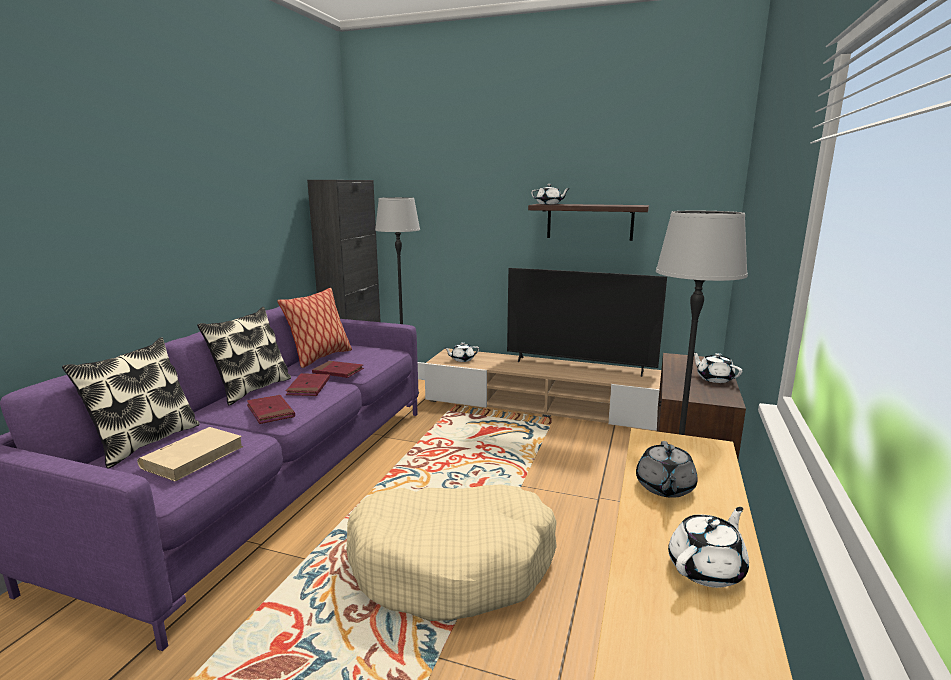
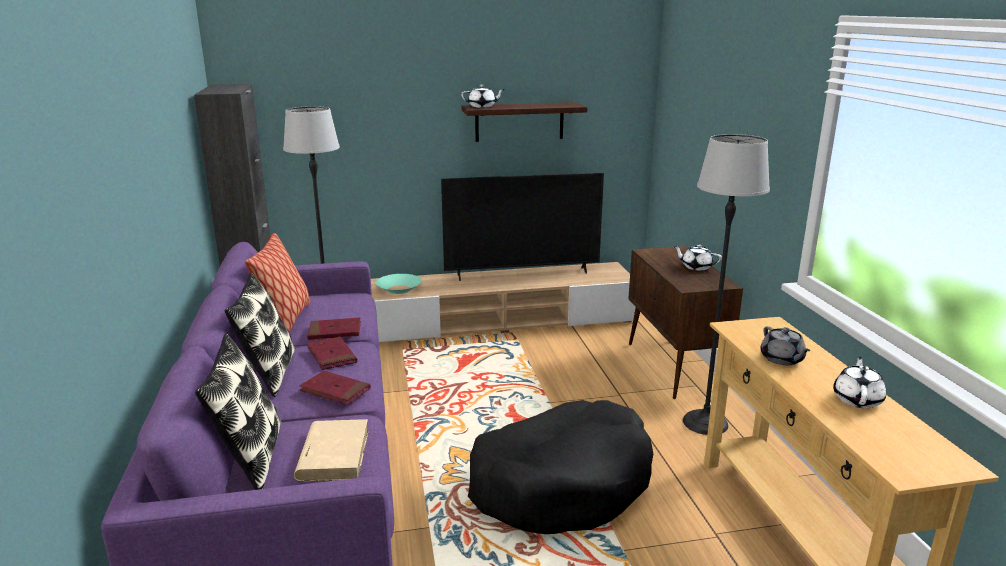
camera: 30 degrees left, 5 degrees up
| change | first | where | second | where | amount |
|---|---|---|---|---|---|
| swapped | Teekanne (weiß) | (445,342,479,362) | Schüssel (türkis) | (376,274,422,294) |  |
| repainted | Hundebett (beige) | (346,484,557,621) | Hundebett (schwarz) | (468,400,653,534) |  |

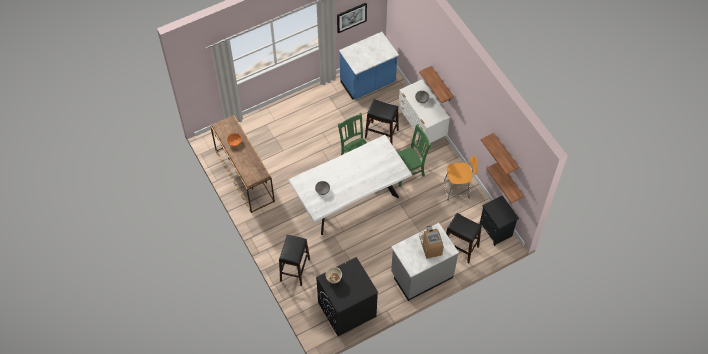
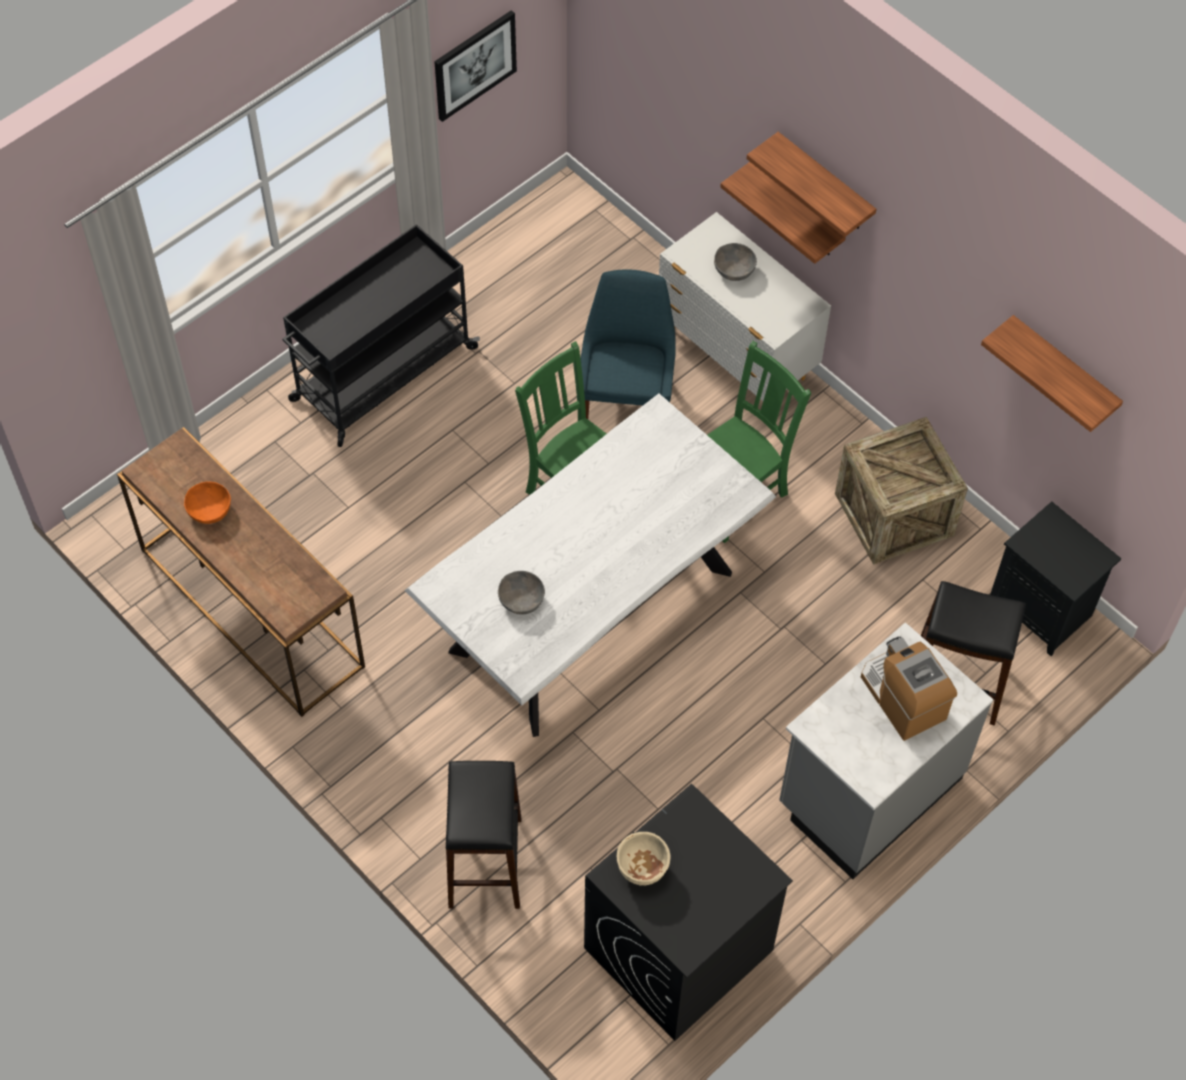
camera: 15 degrees left, 0 degrees up
| change | first | where | second | where | amount |
|---|---|---|---|---|---|
| gone | Küchenzeile (blau) | (339,32,399,100) |  |  |  |
| new |  |  | Rollwagen (schwarz) | (282,224,480,447) |  |
| shifted | Wandregal | (486,163,524,203) |  | (747,132,877,237) |  |
| swapped | Hocker (schwarz) | (365,99,399,144) | Stuhl (blau) | (581,269,676,419) |  |
| swapped | Hocker (orange) | (443,155,478,201) | Kiste | (835,417,968,565) |  |

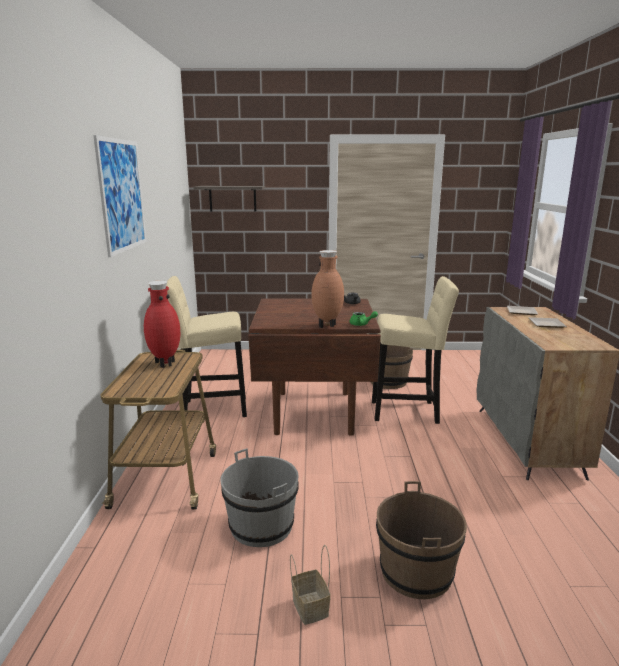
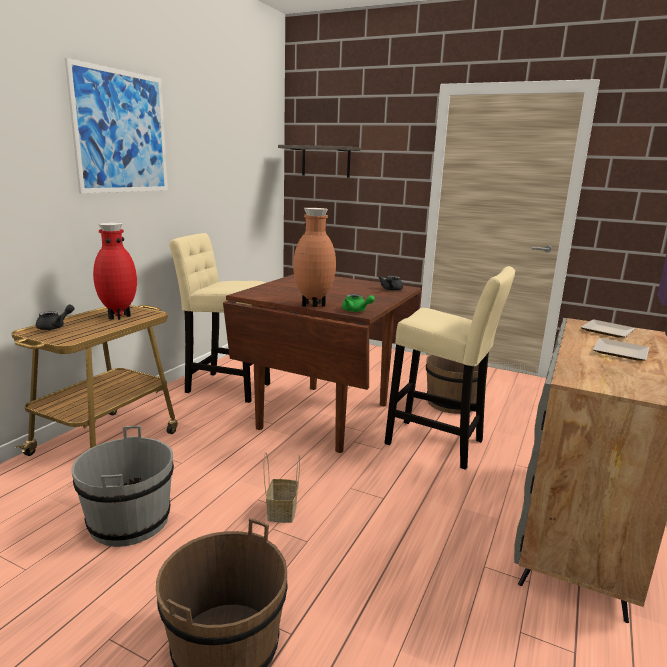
camera: 25 degrees right, 0 degrees up
| change | first | where | second | where | amount |
|---|---|---|---|---|---|
| new |  |  | Teekanne (schwarz) | (36,304,75,330) |  |
| shifted | Korb | (290,545,331,625) |  | (264,452,300,523) |  |

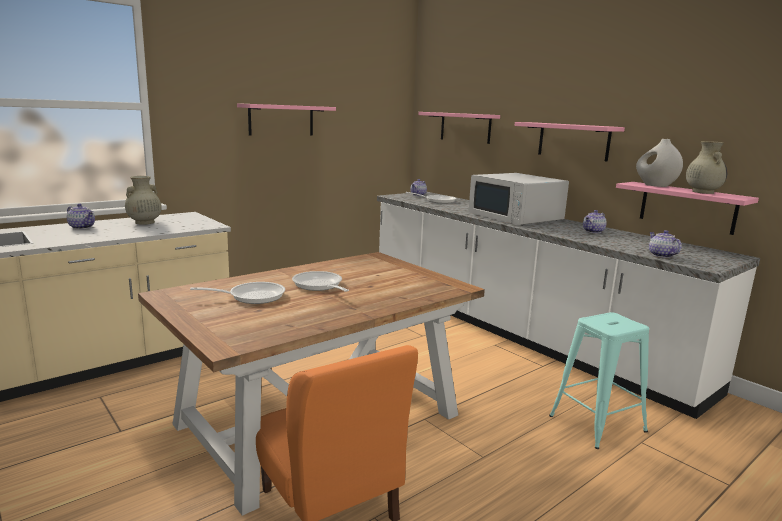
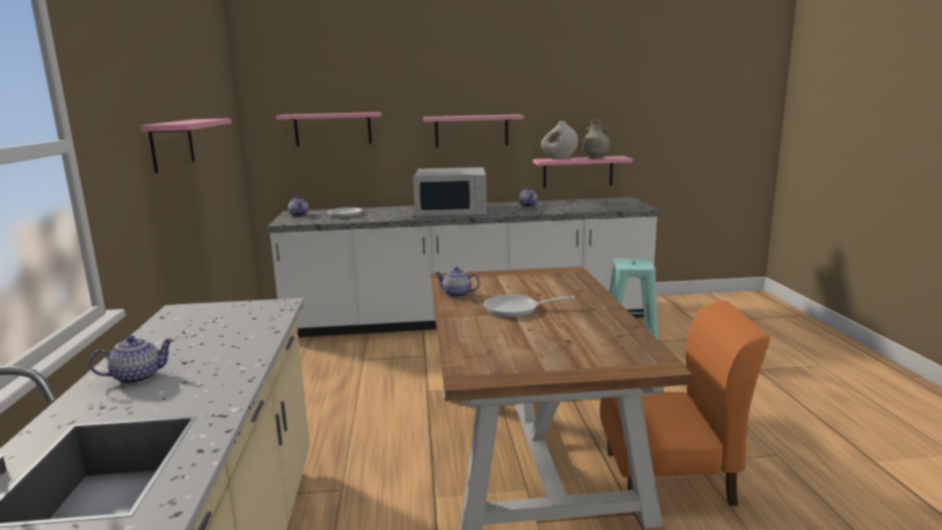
camera: 55 degrees left, 0 degrees up
| change | first | where | second | where | amount |
|---|---|---|---|---|---|
| gone | Vase (beige) | (125,176,162,225) |  |  |  |
| gone | Pfanne | (190,282,285,304) |  |  |  |
| shifted | Teekanne | (649,230,681,258) |  | (435,267,480,298) |  |

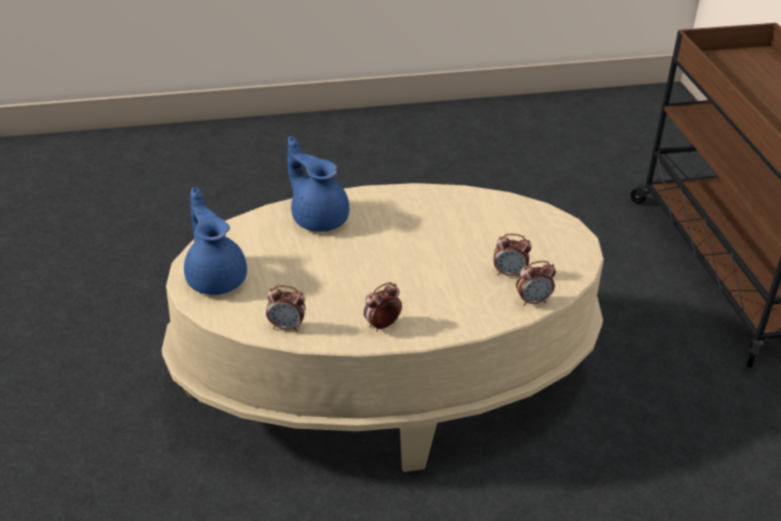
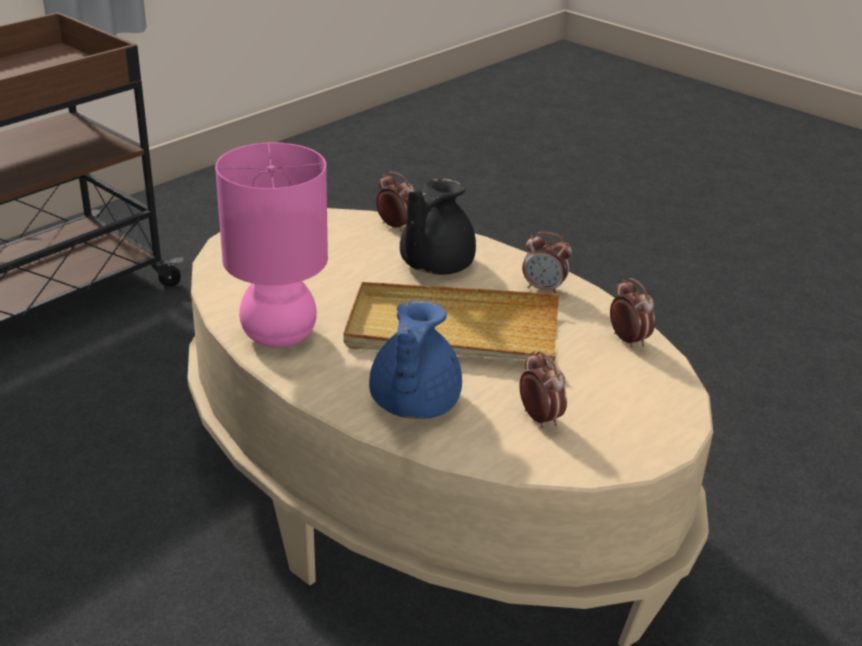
camera: 125 degrees left, 5 degrees down
| change | first | where | second | where | amount |
|---|---|---|---|---|---|
| gone | Teekanne (blau) | (184,187,247,295) |  |  |  |
| new |  |  | Tischlampe (rosa) | (215,143,328,348) |  |
| new |  |  | Tablett (beige) | (344,282,559,361) |  |
| new |  |  | Teekanne (schwarz) | (400,178,476,275) |  |
| shifted | Wecker | (493,234,532,276) |  | (519,351,567,428) |  |

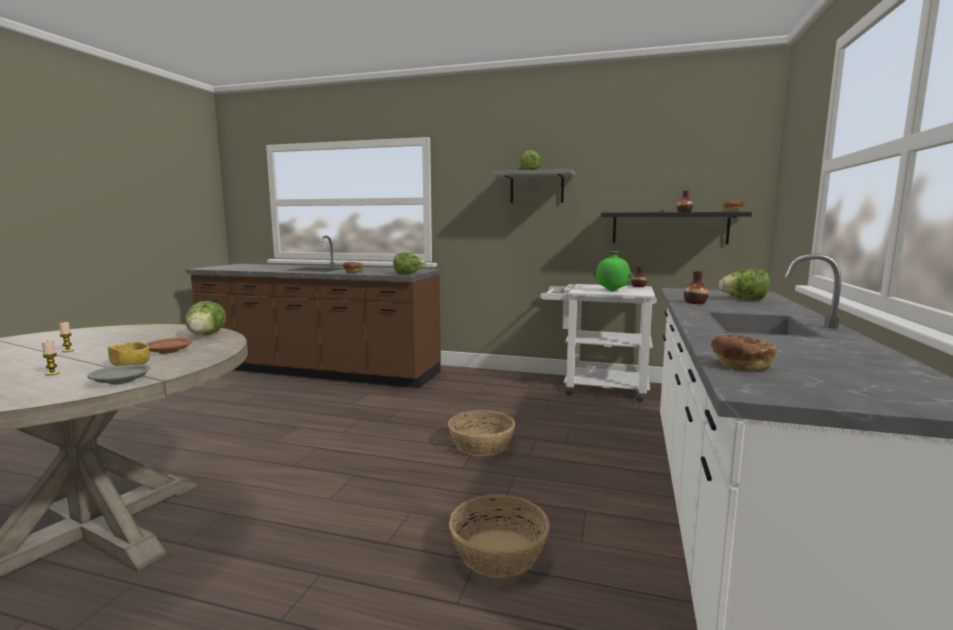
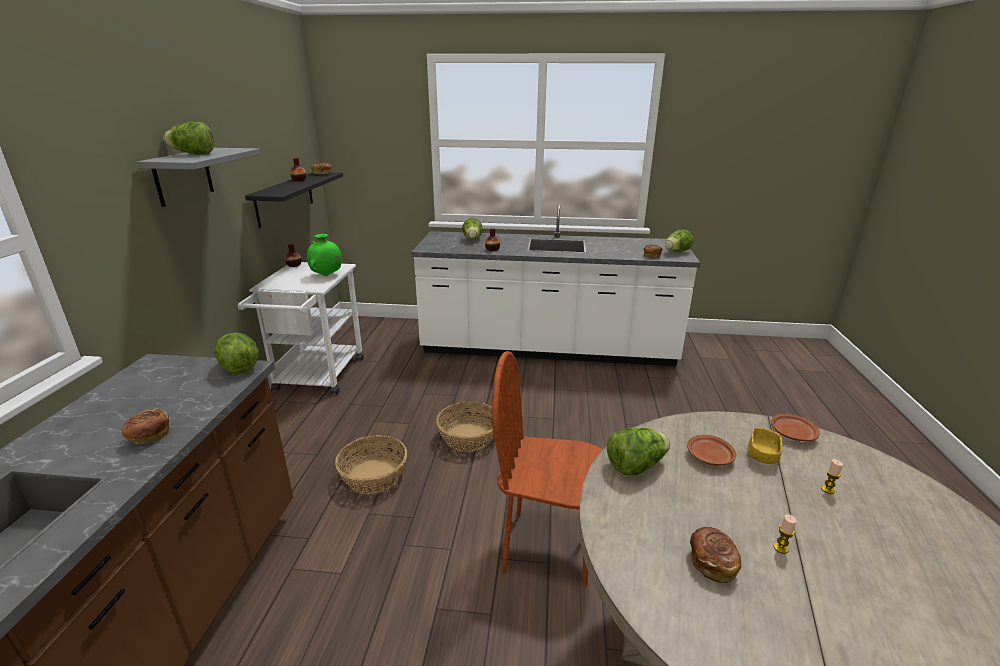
camera: 100 degrees left, 15 degrees up
| change | first | where | second | where | amount |
|---|---|---|---|---|---|
| new |  |  | Stuhl (braun) | (492,351,603,587) |  |
| new |  |  | Salatkopf | (665,229,693,252) |  |
| new |  |  | Brot | (690,527,741,583) |  |
| shifted | Korb | (449,494,550,578) |  | (335,435,407,494) |  |
| repainted | Teller (grau) | (87,365,150,385) | Teller (braun) | (771,414,820,441) |  |

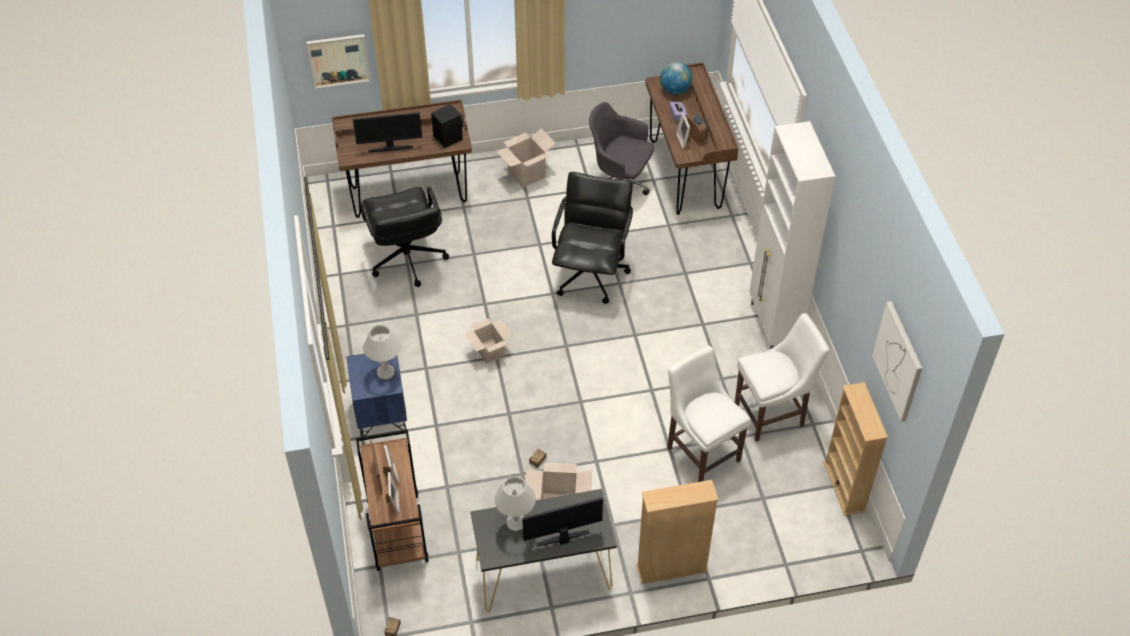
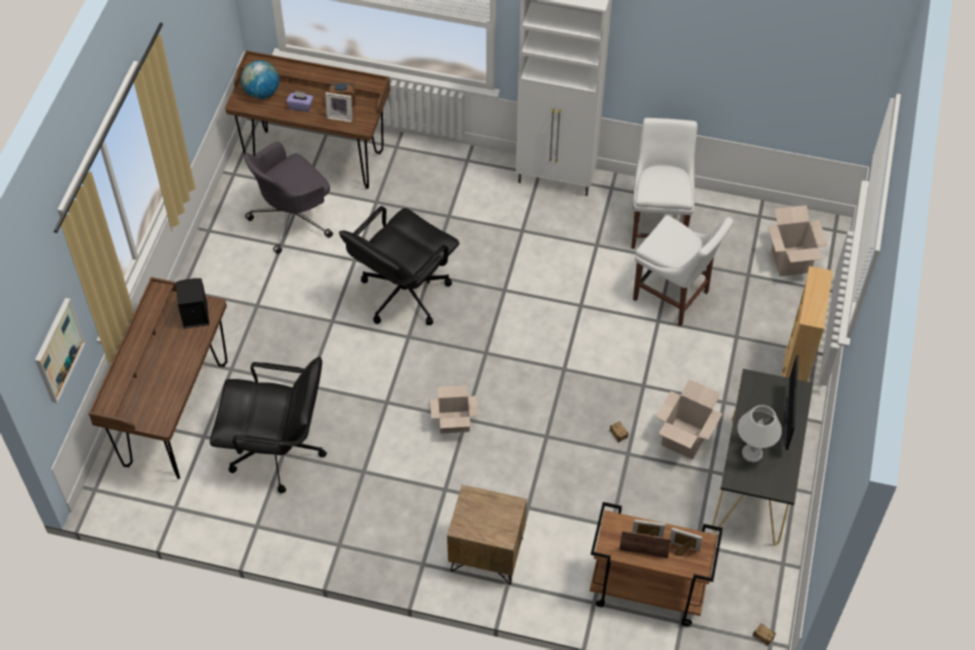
camera: 65 degrees left, 5 degrees up
| change | first | where | second | where | amount |
|---|---|---|---|---|---|
| gone | Monitor | (353,112,422,153) |  |  |  |
| gone | Tischlampe (weiß) | (363,325,401,380) |  |  |  |
| gone | Bücherregal (beige) | (824,382,888,516) |  |  |  |
| gone | Bild | (872,301,922,422) |  |  |  |
| shifted | Karton | (496,128,556,188) |  | (768,205,828,276) |  |
| repainted | Nachttisch (blau) | (347,354,407,437) | Nachttisch (braun) | (447,485,527,585) |  |
| rotated | Bürostuhl (schwarz) | (552,172,633,304) |  | (339,206,459,325) | 90 degrees counterclockwise |
| rotated | Stuhl (weiß) | (667,346,751,482) |  | (633,215,733,326) | 135 degrees counterclockwise |

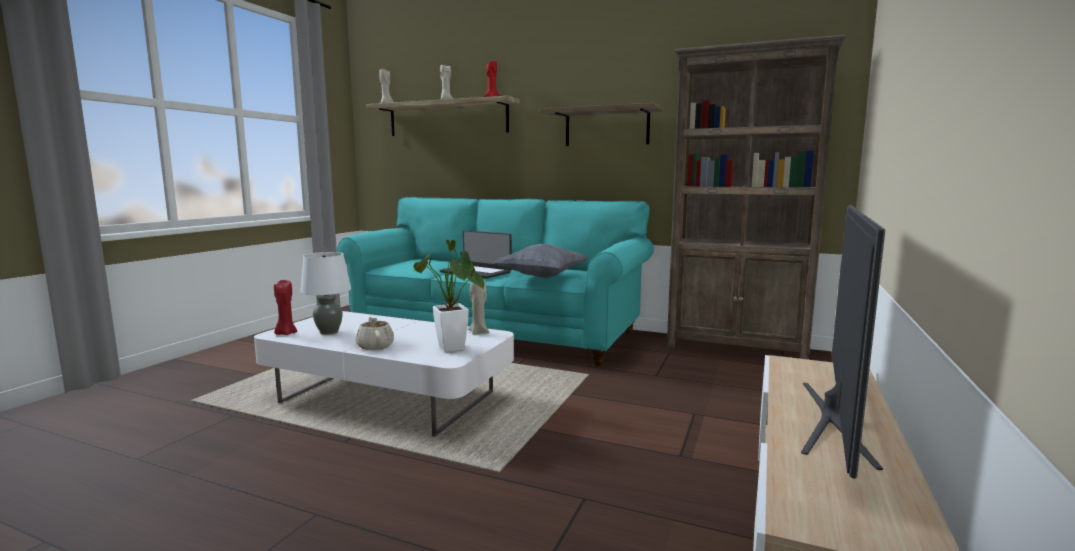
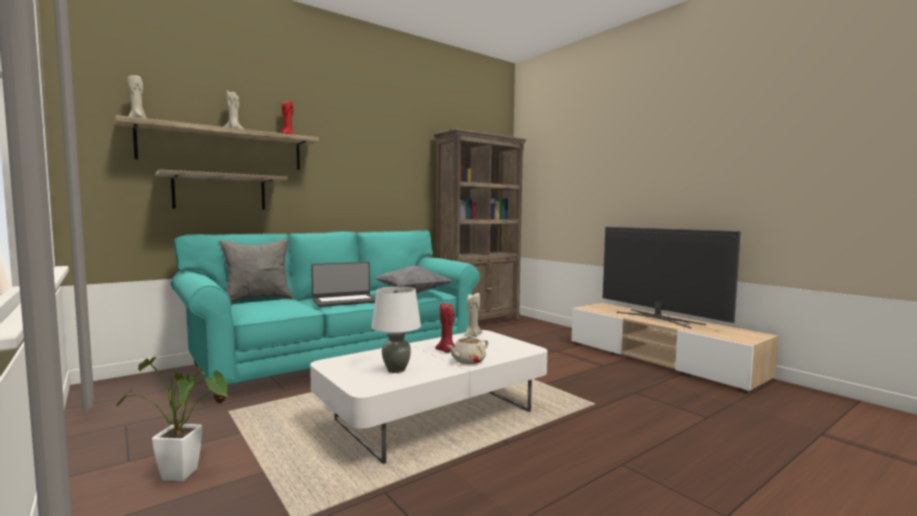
camera: 60 degrees left, 5 degrees down
| change | first | where | second | where | amount |
|---|---|---|---|---|---|
| new |  |  | Kissen (grau) | (219,239,293,303) |  |
| shifted | Kerze (rot) | (274,280,297,335) |  | (435,303,455,353) |  |
| shifted | Topfpflanze | (413,240,485,352) |  | (116,357,230,481) |  |
| shifted | Wandregal | (540,103,664,146) |  | (155,169,288,210) |  |
| rotated | Teekanne (beige) | (356,317,394,350) |  | (447,335,488,364) | 45 degrees counterclockwise |

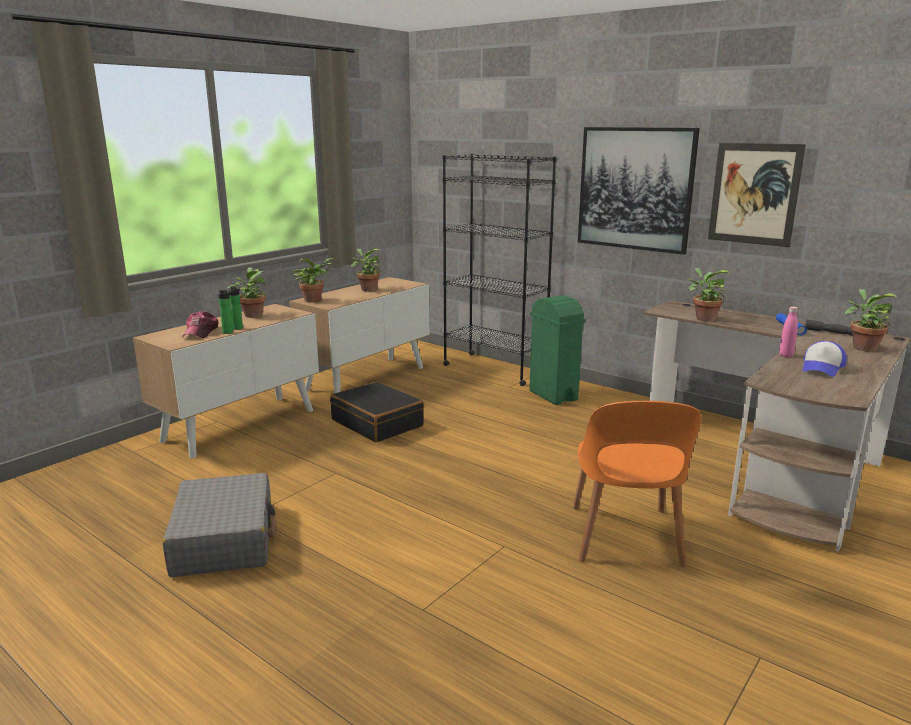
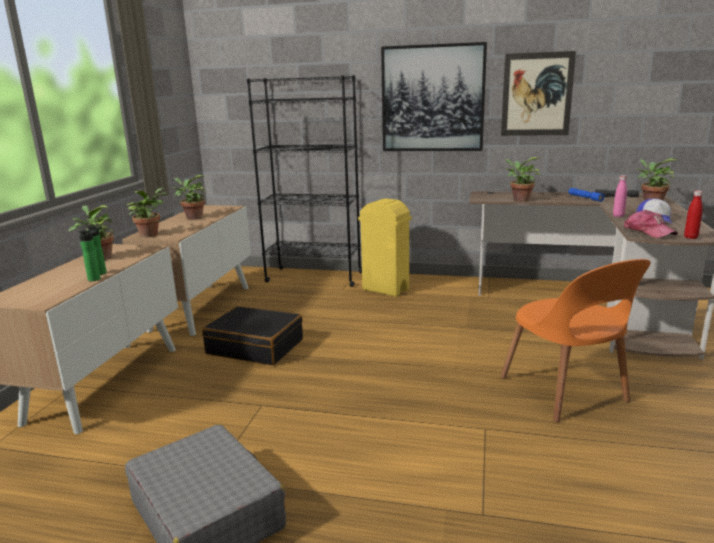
camera: 25 degrees left, 0 degrees up
| change | first | where | second | where | amount |
|---|---|---|---|---|---|
| new |  |  | Flasche (rot) | (684,191,703,239) |  |
| shifted | Kappe | (182,311,218,338) |  | (624,210,678,238) |  |
| repainted | Mülleimer (grün) | (529,295,586,405) | Mülleimer (gelb) | (358,198,412,297) |  |

